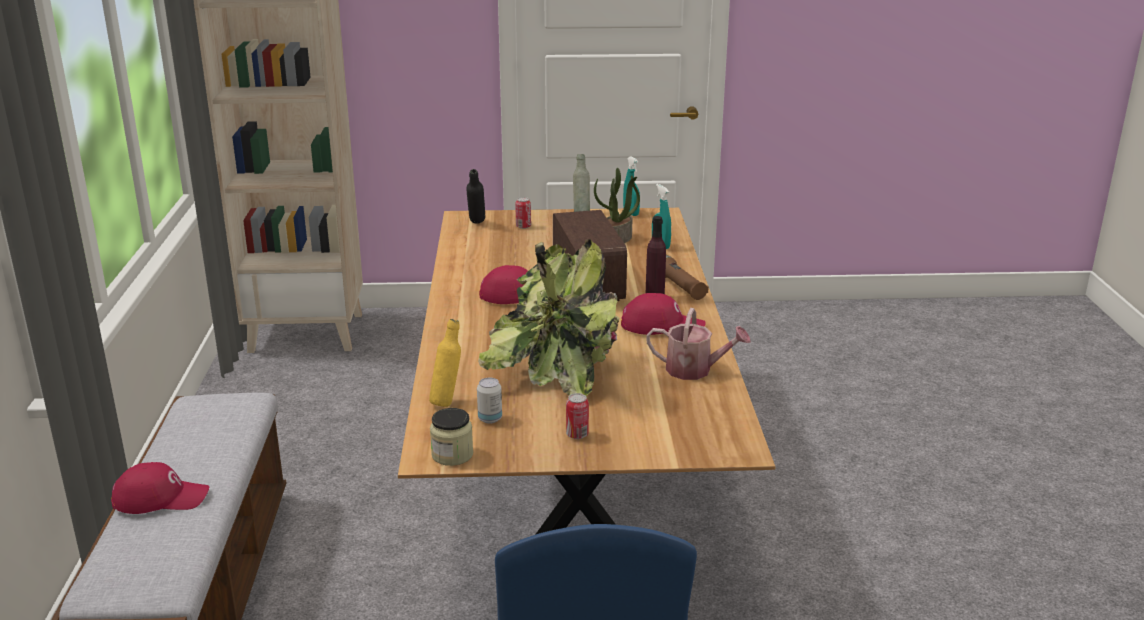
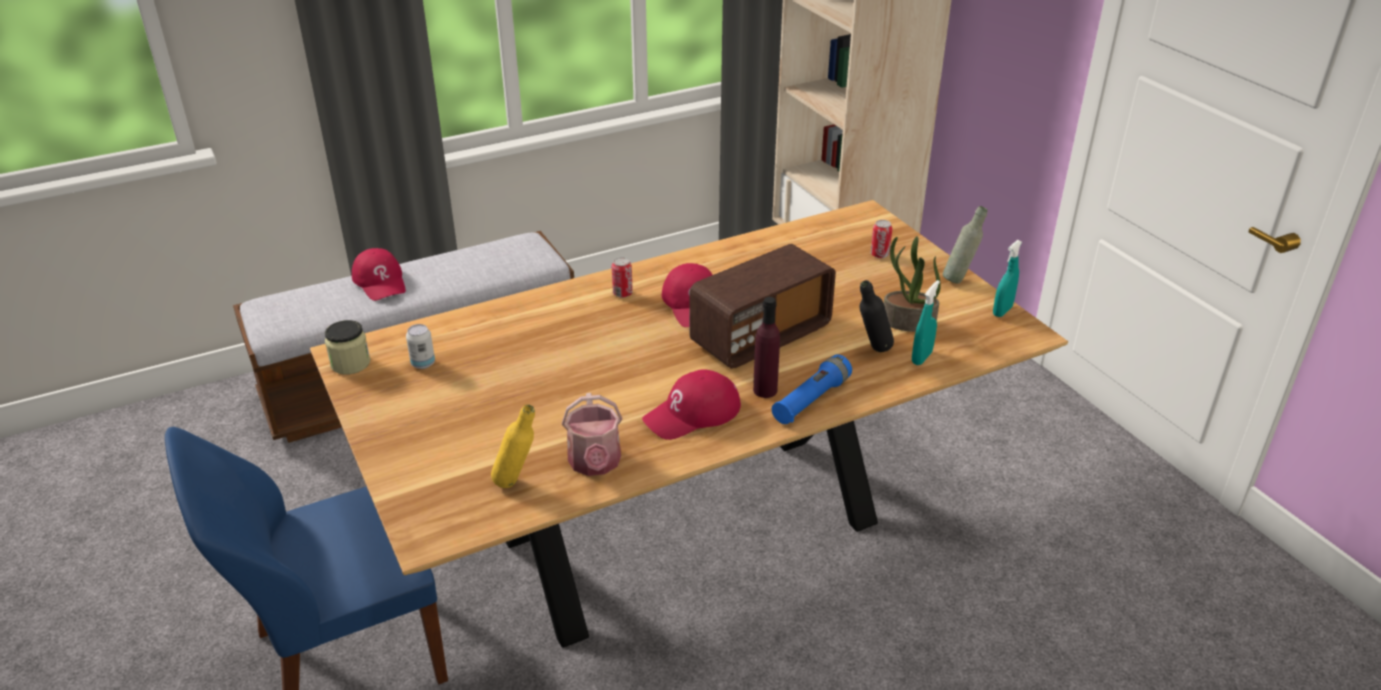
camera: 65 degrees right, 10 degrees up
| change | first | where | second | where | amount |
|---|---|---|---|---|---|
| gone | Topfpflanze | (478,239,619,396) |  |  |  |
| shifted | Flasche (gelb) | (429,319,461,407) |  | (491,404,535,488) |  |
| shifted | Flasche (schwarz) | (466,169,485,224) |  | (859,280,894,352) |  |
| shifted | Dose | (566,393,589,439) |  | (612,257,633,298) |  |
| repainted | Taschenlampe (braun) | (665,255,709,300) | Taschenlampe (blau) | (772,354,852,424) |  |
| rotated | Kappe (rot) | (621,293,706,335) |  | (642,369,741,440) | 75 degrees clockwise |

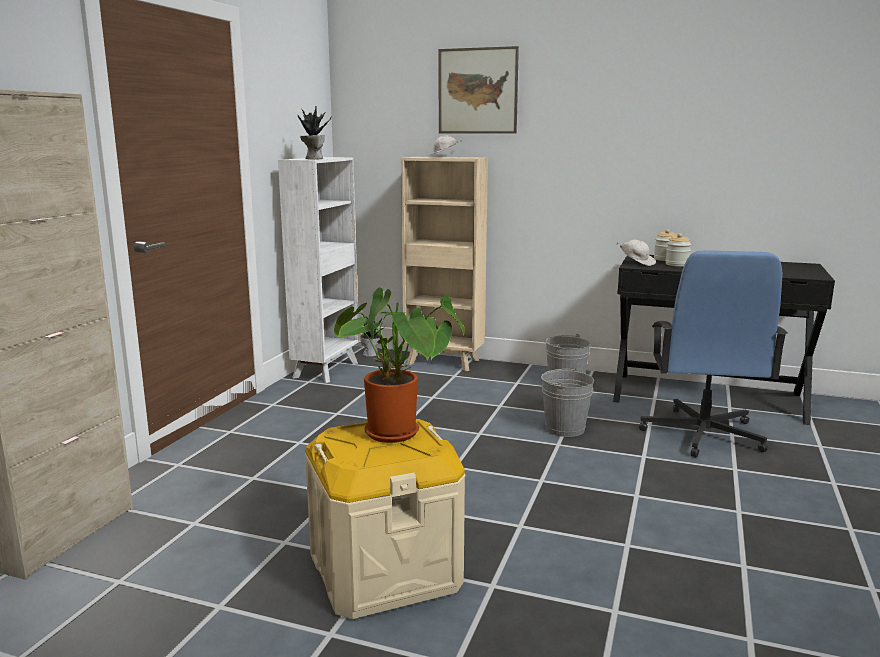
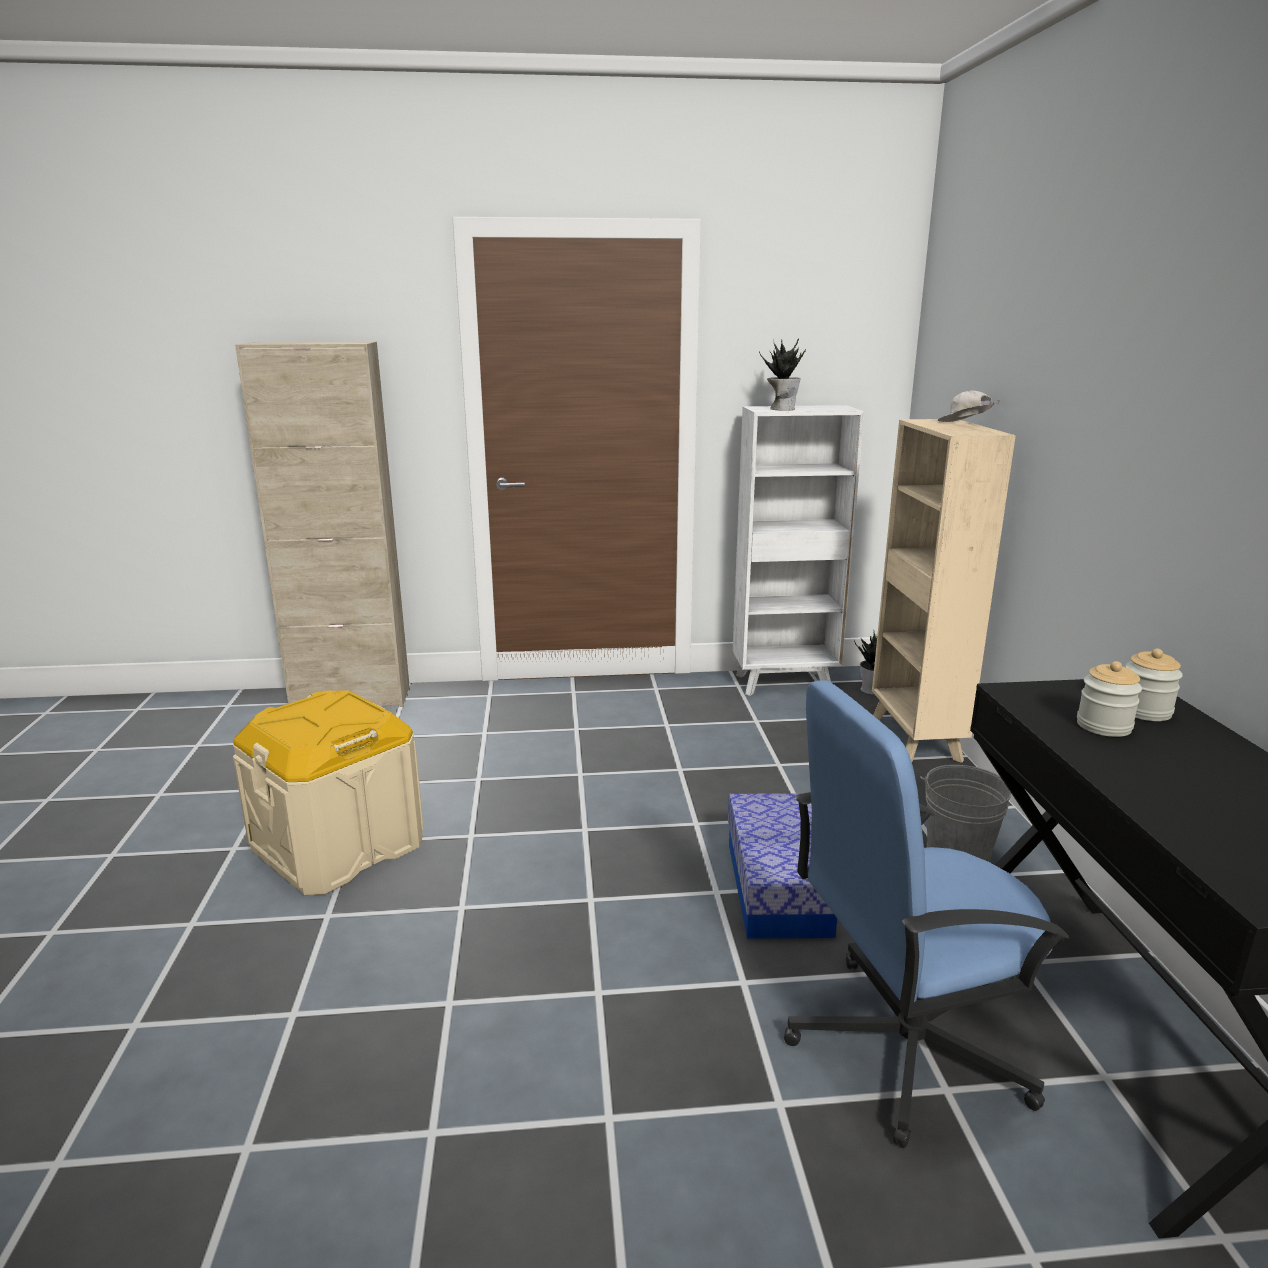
camera: 65 degrees right, 5 degrees up
| change | first | where | second | where | amount |
|---|---|---|---|---|---|
| gone | Topfpflanze | (334,287,465,443) |  |  |  |
| gone | Bild | (439,46,519,134) |  |  |  |
| gone | Kappe (weiß) | (616,240,656,266) |  |  |  |
| swapped | Eimer (grau) | (541,367,594,437) | Aufbewahrungsbox | (728,793,837,939) |  |

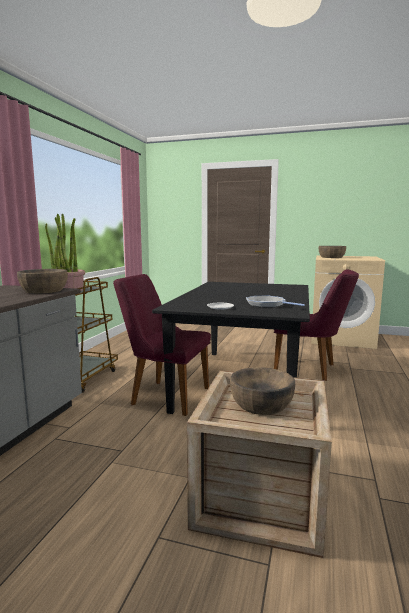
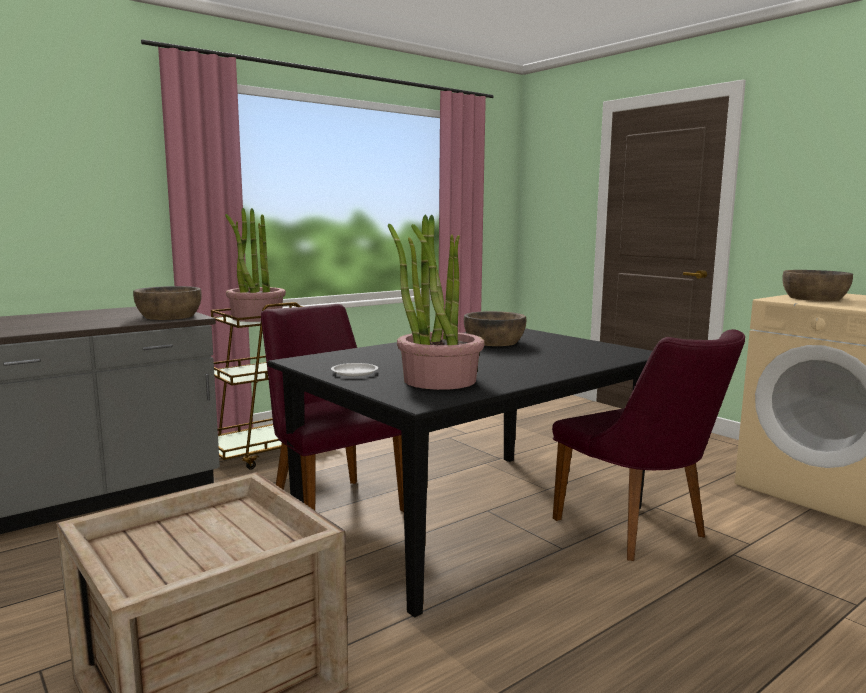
camera: 35 degrees right, 0 degrees up
| change | first | where | second | where | amount |
|---|---|---|---|---|---|
| shifted | Schüssel (braun) | (230,367,295,415) |  | (464,311,526,346) |  |
| swapped | Pfanne | (246,296,305,308) | Topfpflanze | (388,215,485,390) |  |

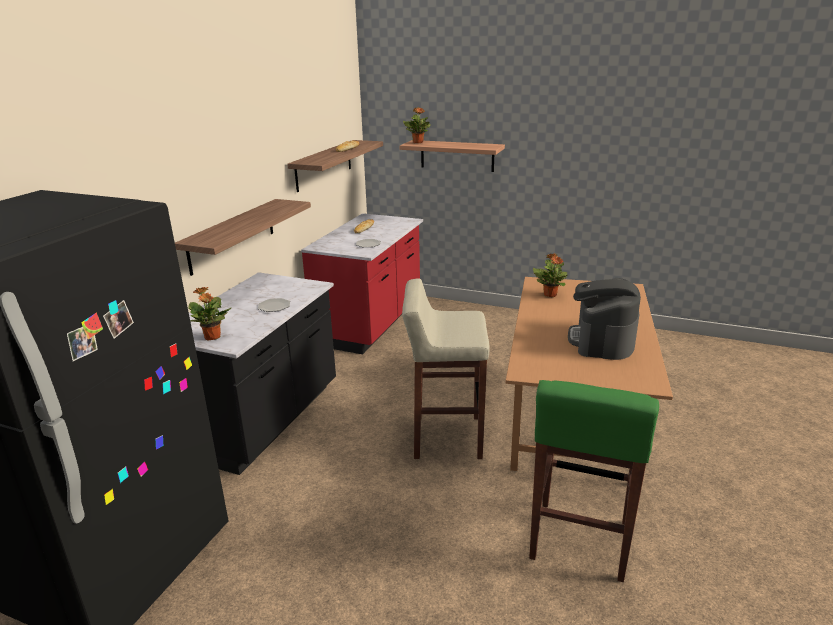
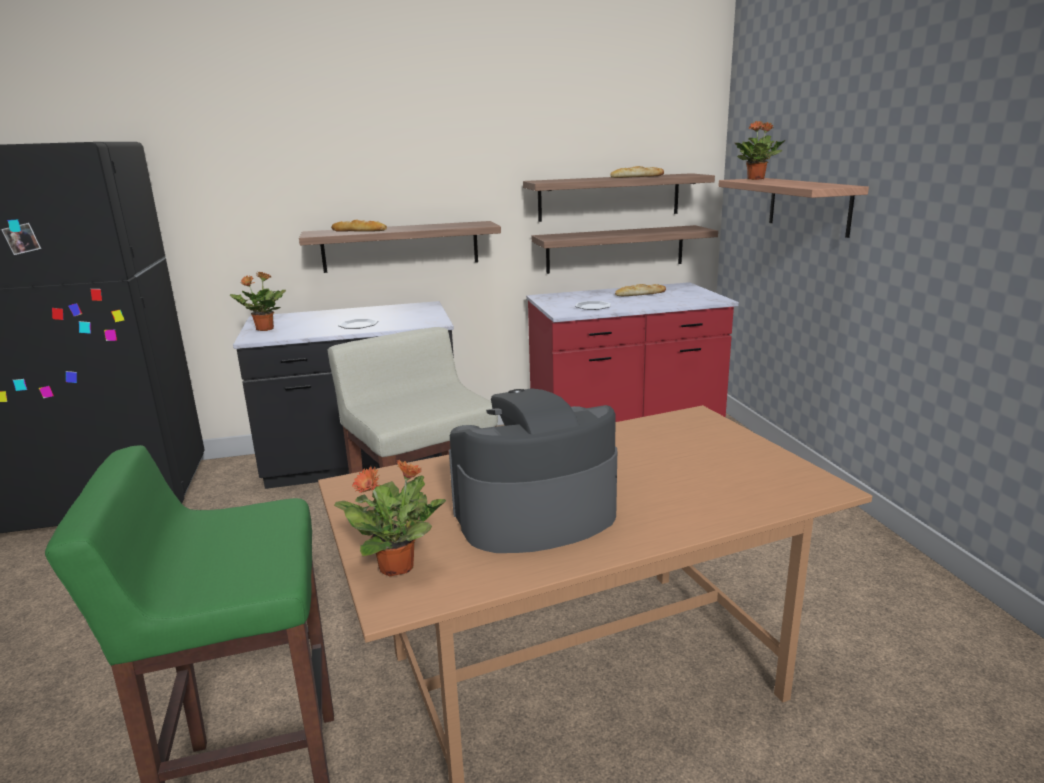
camera: 55 degrees right, 5 degrees down
| change | first | where | second | where | amount |
|---|---|---|---|---|---|
| new |  |  | Brot | (331,220,387,232) |  |
| new |  |  | Wandregal | (532,225,718,274) |  |
| shifted | Topfpflanze | (533,253,567,297) |  | (334,460,446,577) |  |

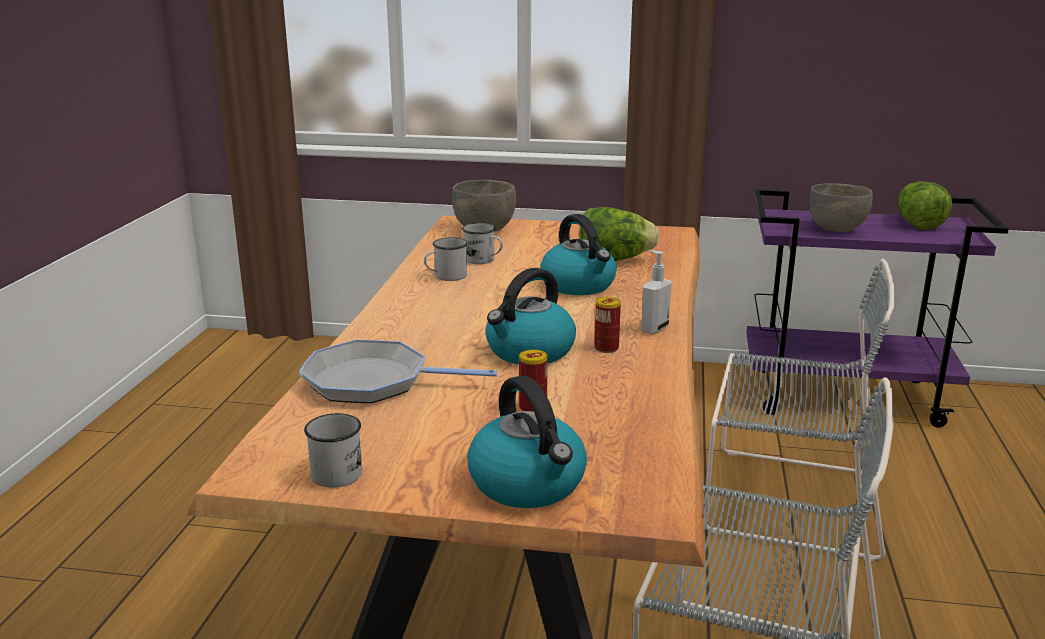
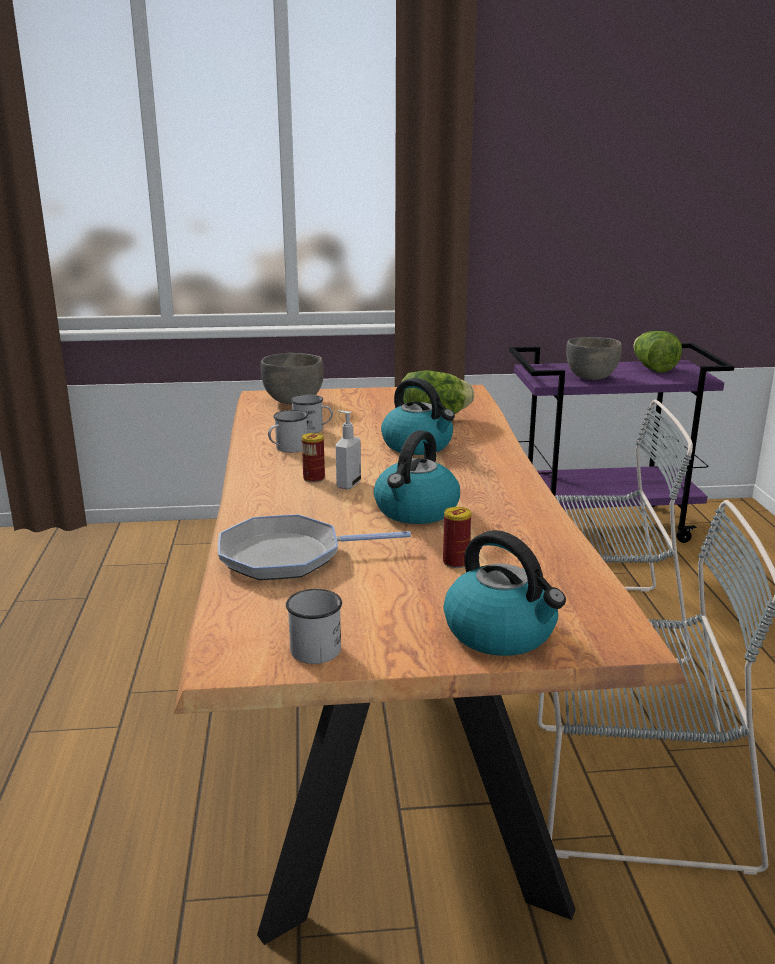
camera: 15 degrees left, 0 degrees up
| change | first | where | second | where | amount |
|---|---|---|---|---|---|
| shifted | Dose | (594,297,621,353) |  | (302,433,325,483) |  |
| shifted | Seifenspender | (641,250,672,334) |  | (336,410,361,490) |  |

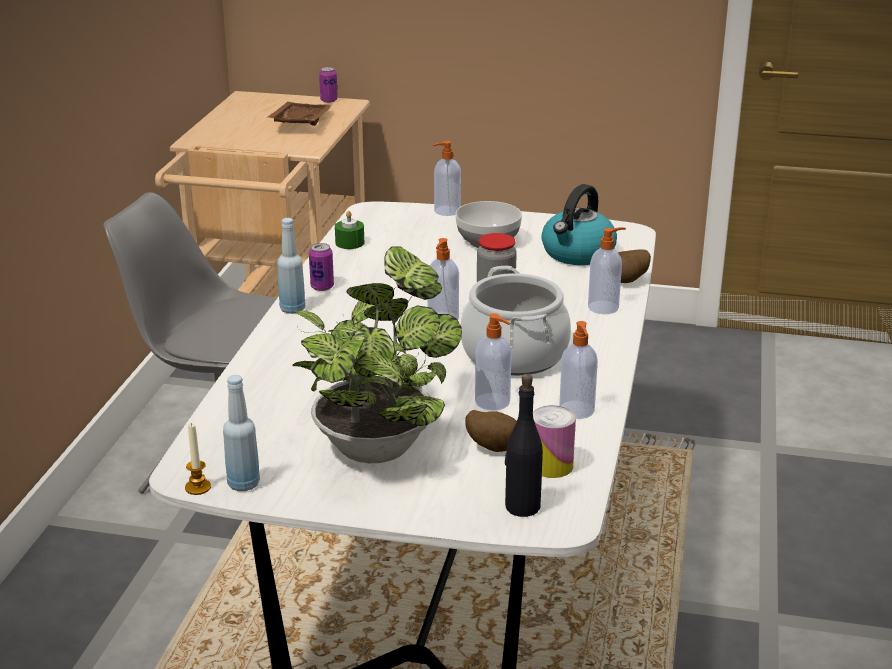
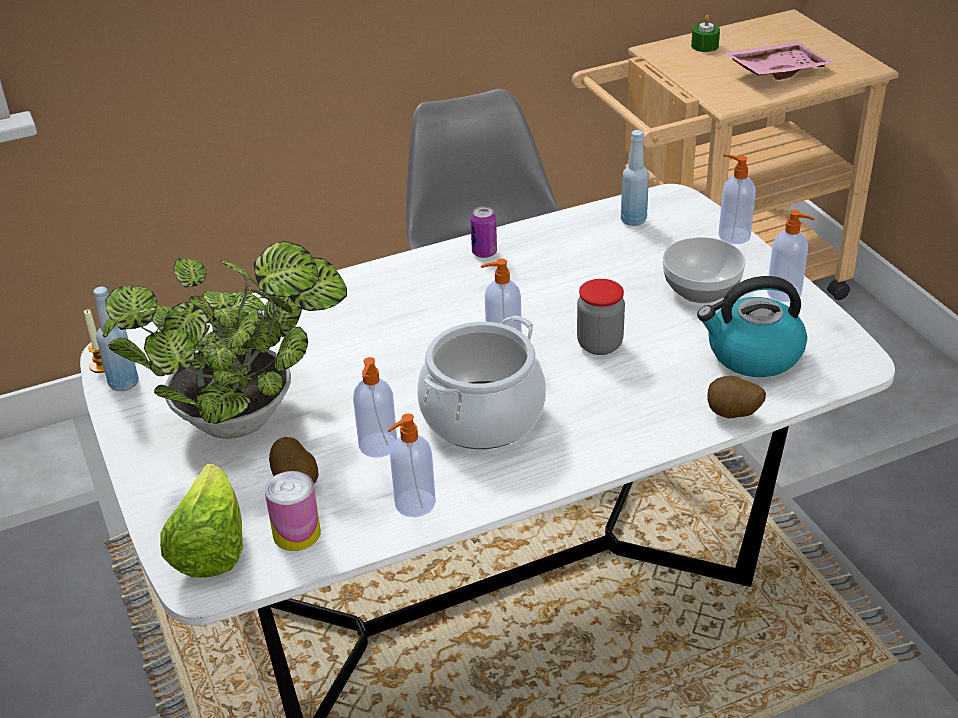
camera: 55 degrees right, 10 degrees up
| change | first | where | second | where | amount |
|---|---|---|---|---|---|
| gone | Dose | (319,67,338,103) |  |  |  |
| shifted | Flasche (blau) | (277,218,305,314) |  | (621,130,649,226) |  |
| shifted | Kerze (grün) | (335,211,364,249) |  | (691,15,720,52) |  |
| shifted | Seifenspender | (588,227,626,314) |  | (767,210,815,302) |  |
| swapped | Flasche (schwarz) | (505,374,543,517) | Salatkopf | (160,464,243,578) |  |
| repainted | Tablett (braun) | (266,102,333,126) | Tablett (rosa) | (724,42,834,80) |  |

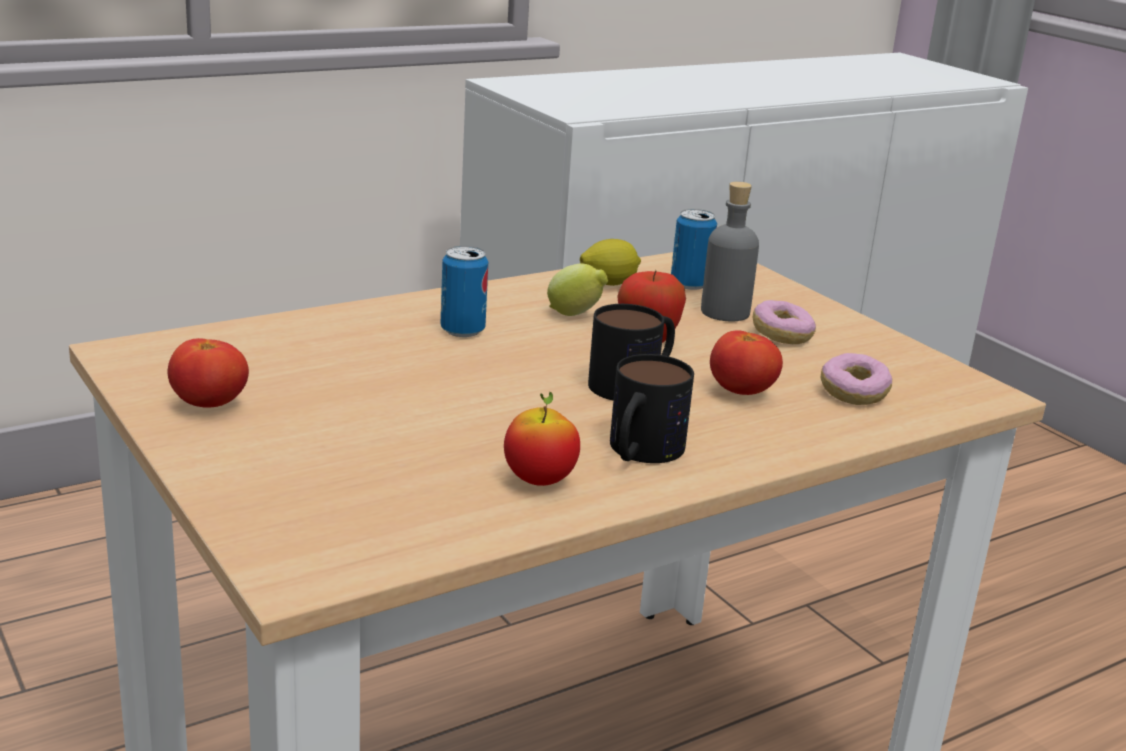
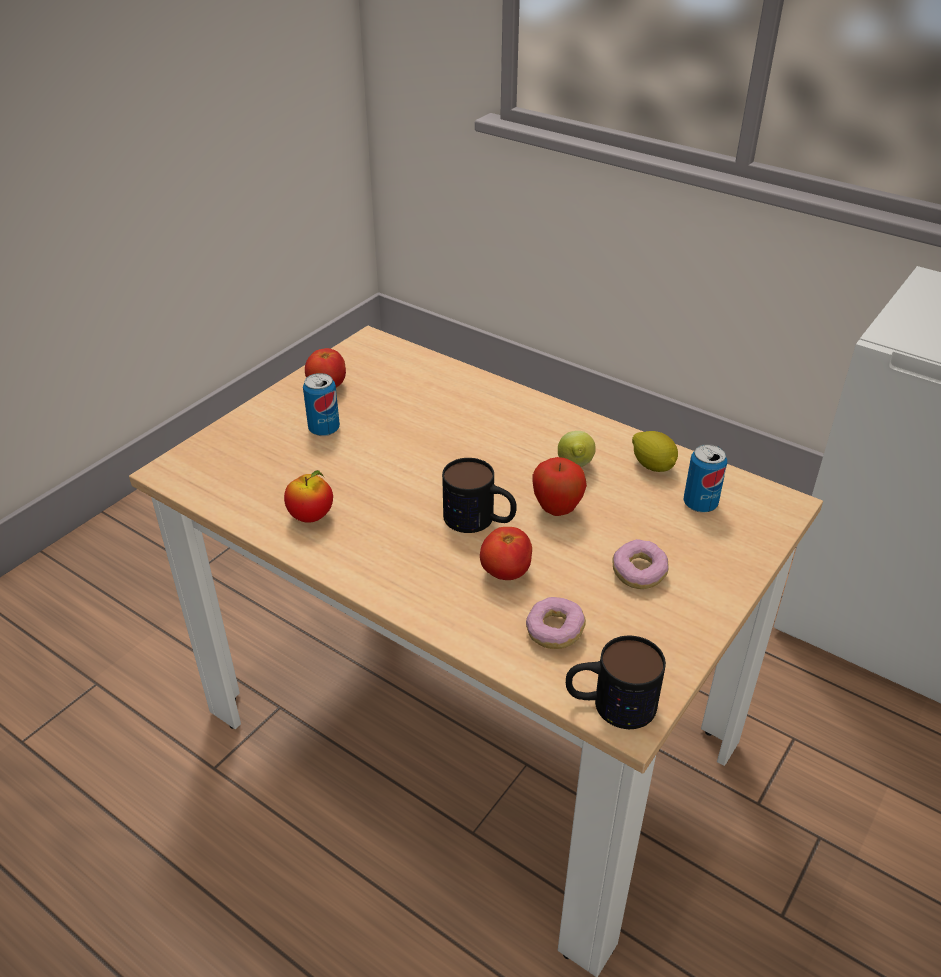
camera: 70 degrees right, 15 degrees up
| change | first | where | second | where | amount |
|---|---|---|---|---|---|
| gone | Flasche (grau) | (701,182,759,321) |  |  |  |
| shifted | Dose | (441,246,488,337) |  | (303,373,340,436) |  |
| shifted | Henkelbecher | (610,354,694,463) |  | (566,636,666,729) |  |

